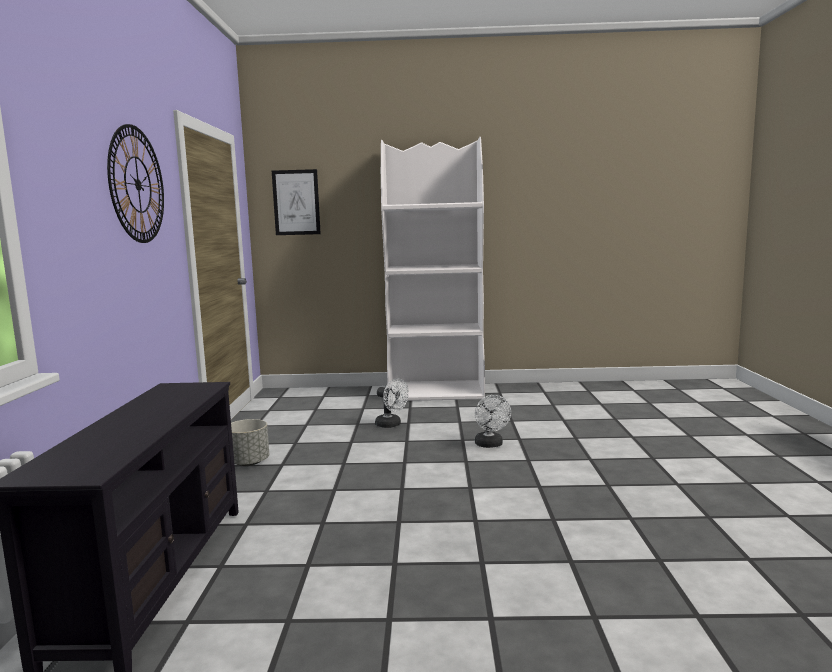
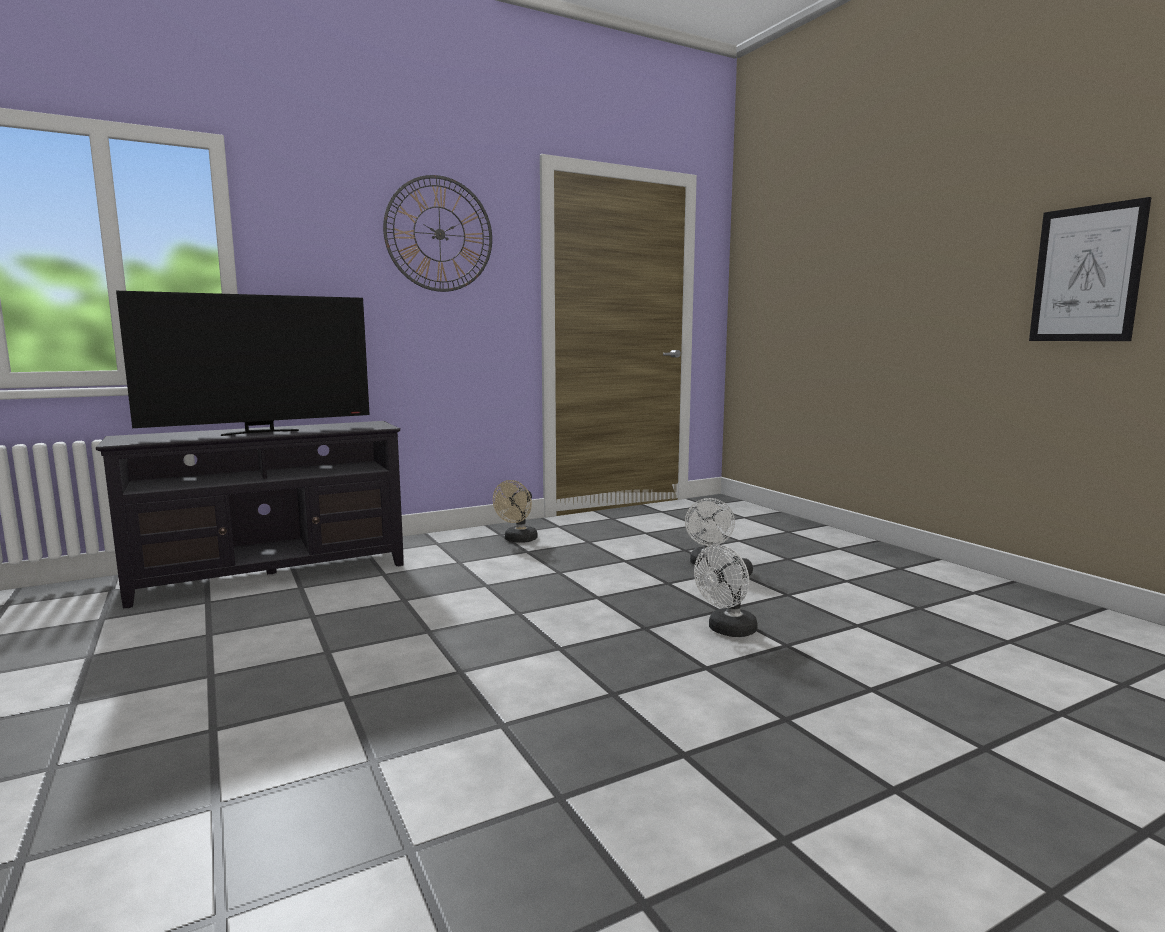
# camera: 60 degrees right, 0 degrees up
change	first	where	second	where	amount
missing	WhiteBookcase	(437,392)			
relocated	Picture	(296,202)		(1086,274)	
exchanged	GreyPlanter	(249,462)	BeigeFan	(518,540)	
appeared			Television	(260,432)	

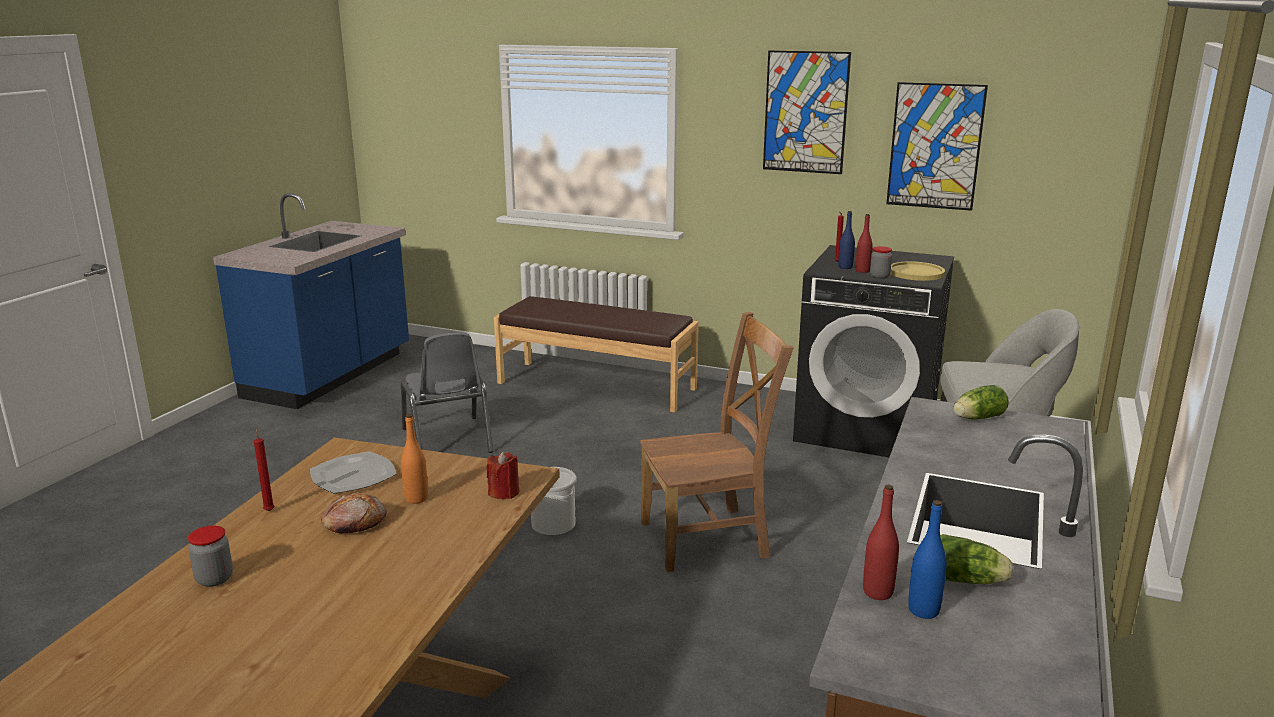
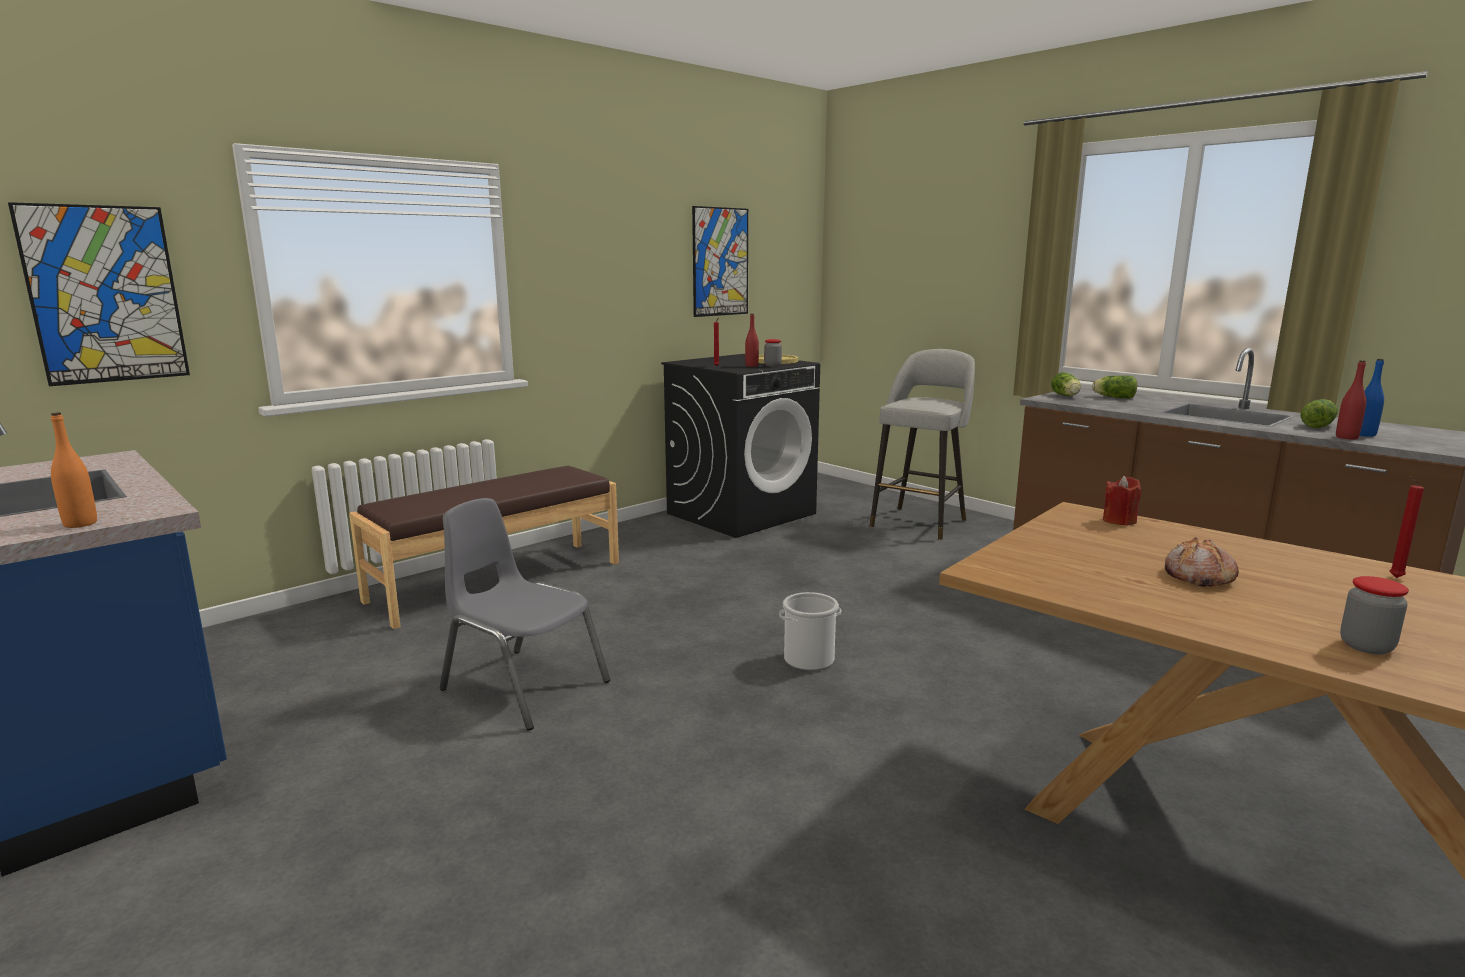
# camera: 65 degrees left, 5 degrees down
change	first	where	second	where	amount
relocated	Picture	(805,112)		(105,295)	
missing	BlueBottle	(845,267)			
missing	BrownChair	(709,538)			
spun	GreyChair	(447,440)		(524,686)	150 degrees counterclockwise
relocated	OrangeBottle	(416,498)		(80,524)	
relocated	RedCandle	(269,510)		(1393,577)	
missing	Plate	(352,476)			
appeared			Lettuce	(1113,397)	

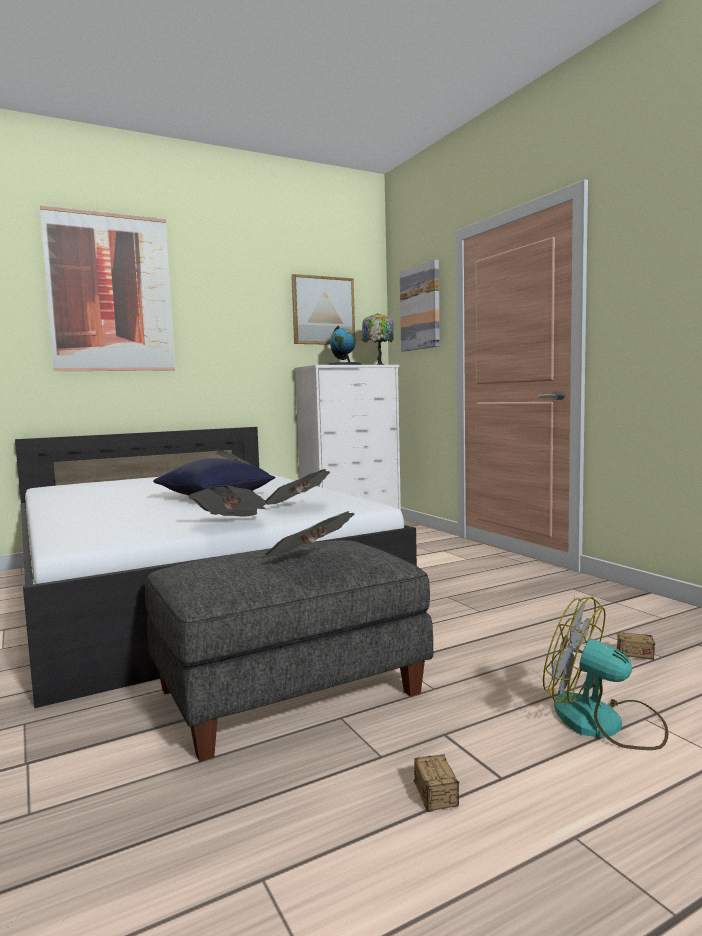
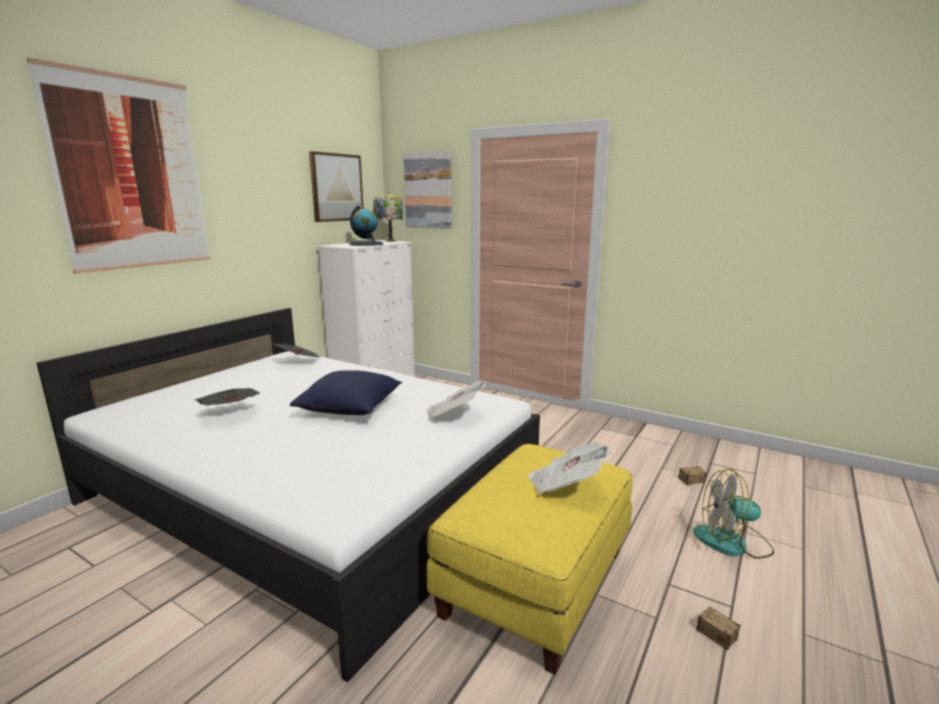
# camera: 30 degrees left, 10 degrees up
change	first	where	second	where	amount
relocated	Newspaper	(232,523)		(230,412)	
colour	GreyOttoman	(289,690)	YellowOttoman	(534,581)	

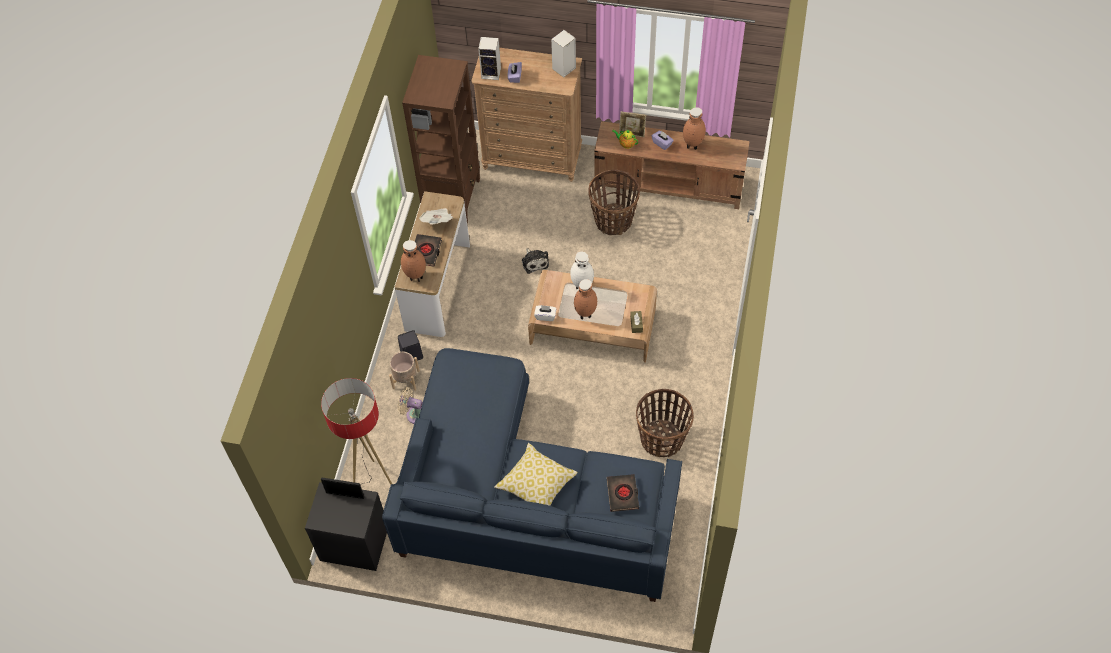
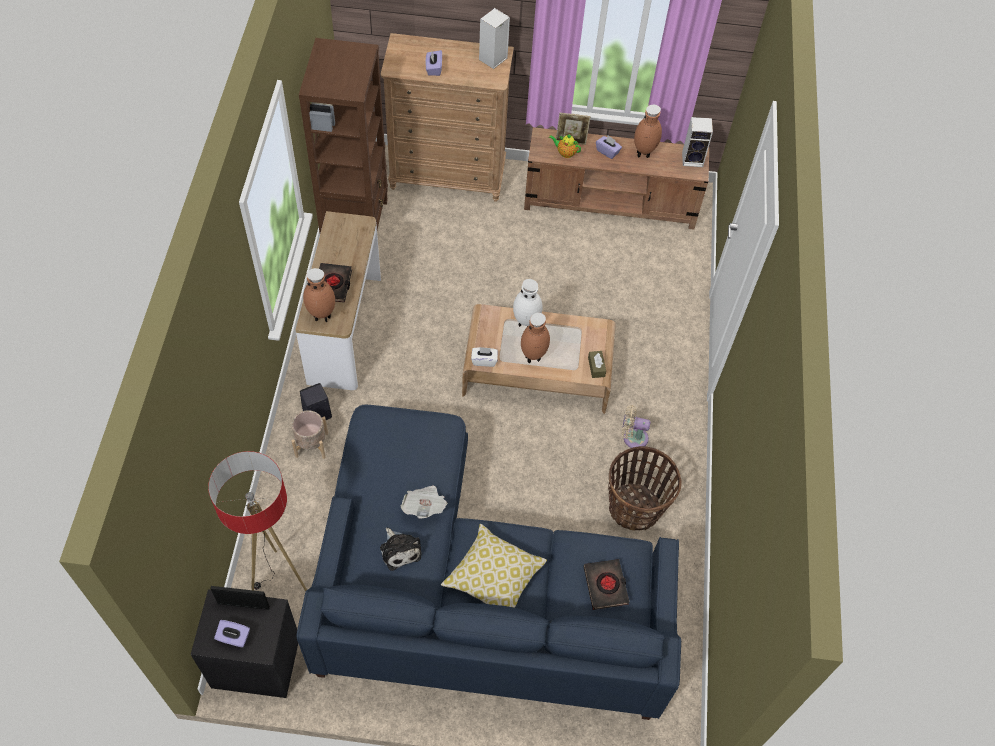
# camera: 10 degrees left, 0 degrees up
change	first	where	second	where	amount
relocated	Speaker	(492,73)		(693,159)	
missing	Basket	(613,220)			
relocated	Newspaper	(437,221)		(424,506)	
relocated	PlushToy	(534,262)		(400,550)	
relocated	BeigeFan	(414,414)		(632,437)	
appeared			PurpleTissueBox	(234,638)	

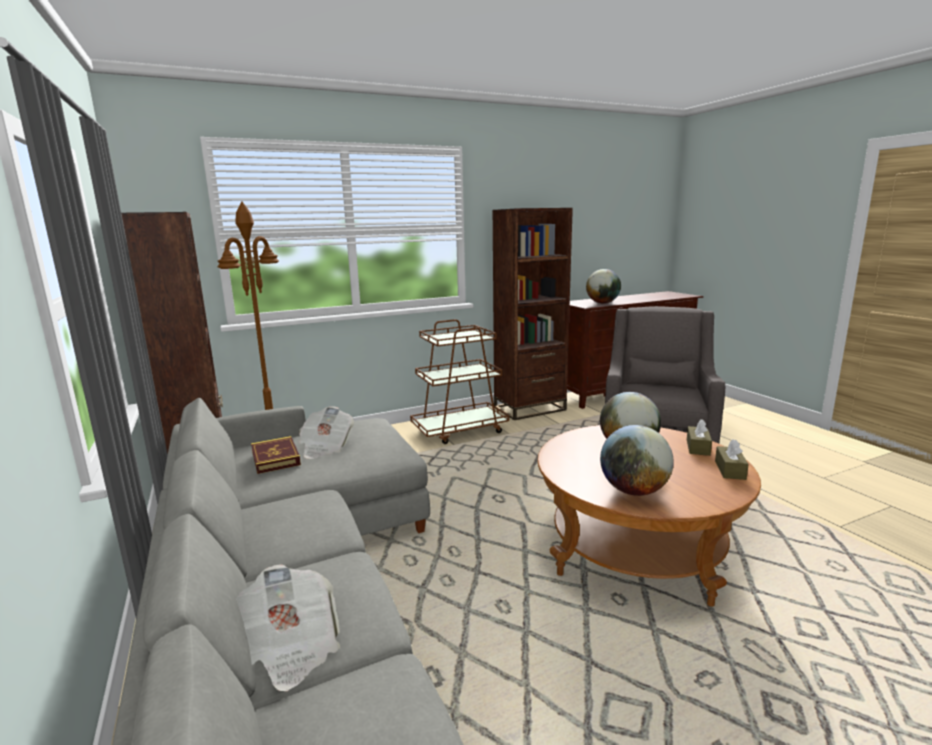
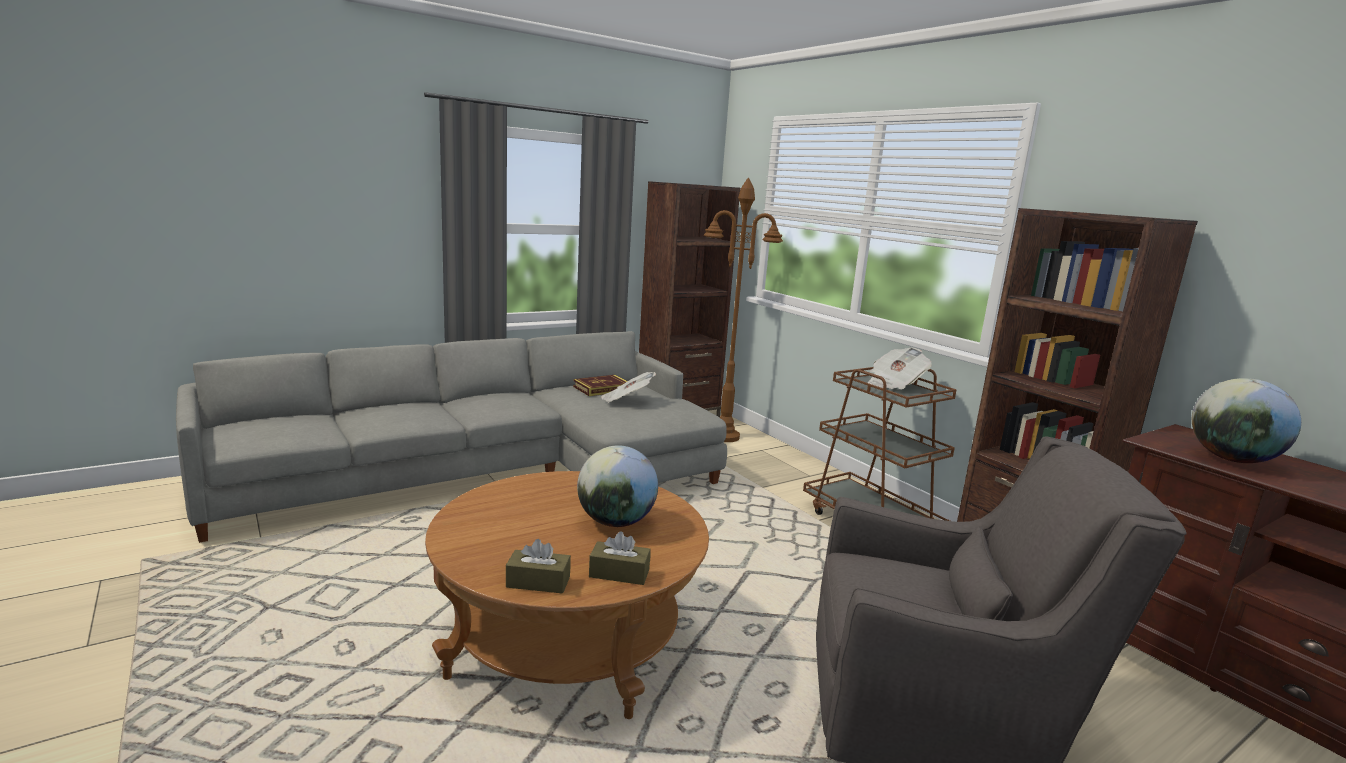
# camera: 80 degrees right, 0 degrees up
change	first	where	second	where	amount
missing	Globe	(634,491)			
relocated	Newspaper	(290,647)		(894,384)	

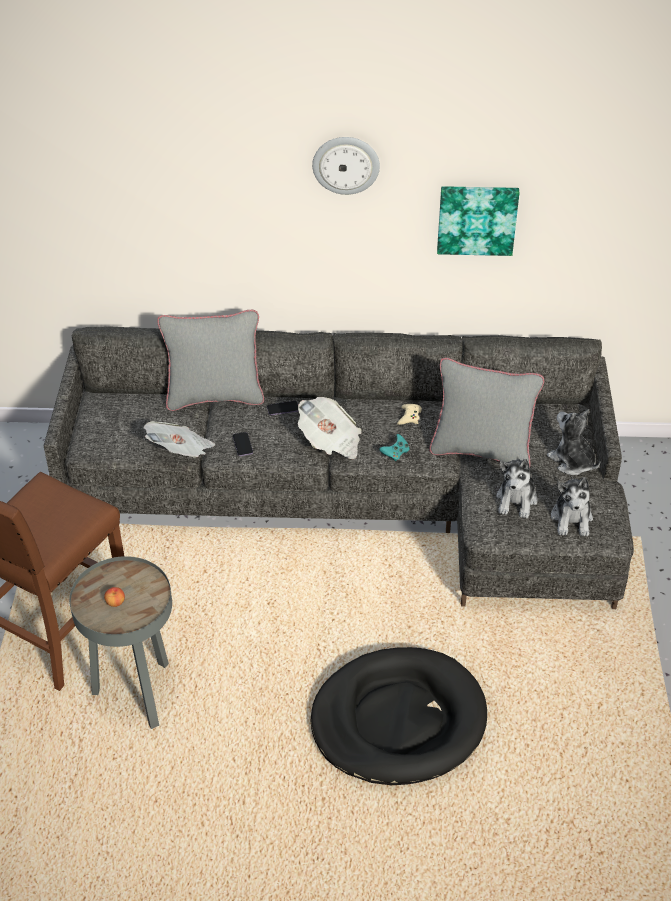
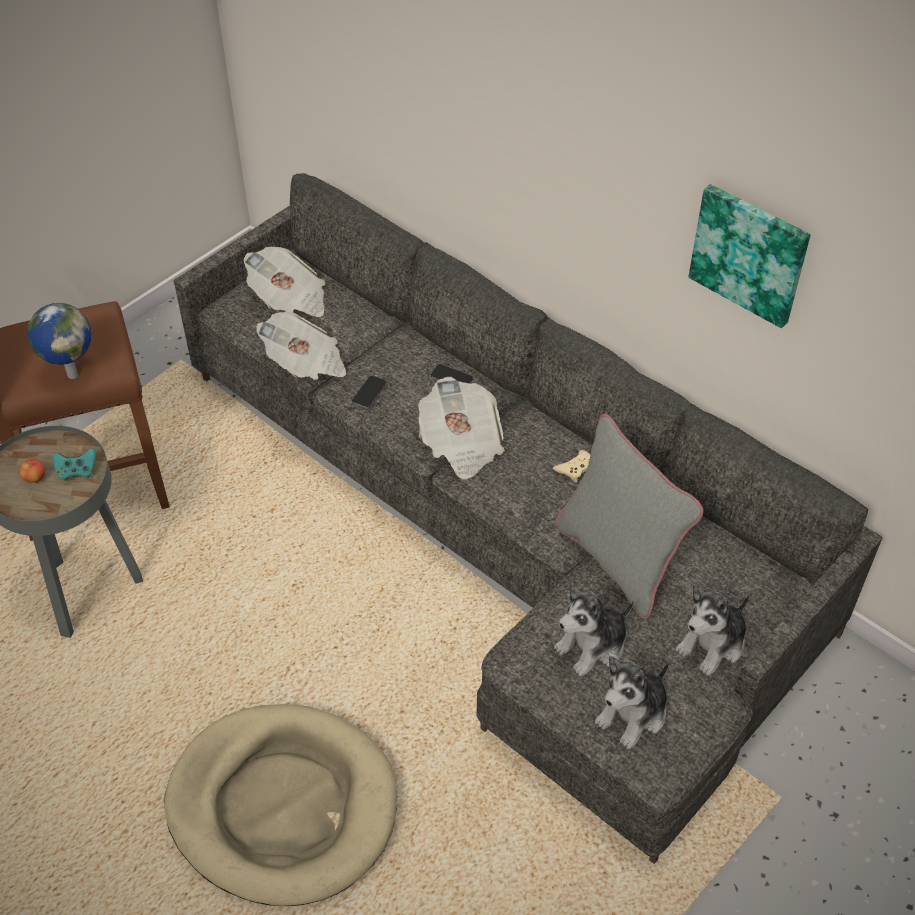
# camera: 40 degrees right, 5 degrees up
change	first	where	second	where	amount
missing	WallClock	(346,164)			
missing	GreyPillow	(214,396)			
spun	PlushToy	(572,462)		(712,644)	135 degrees counterclockwise
relocated	TurquoiseGameController	(395,453)		(76,471)	
colour	BlackDogBed	(398,720)	BeigeDogBed	(283,806)	
appeared			Newspaper	(289,300)	
appeared			Globe	(72,374)	

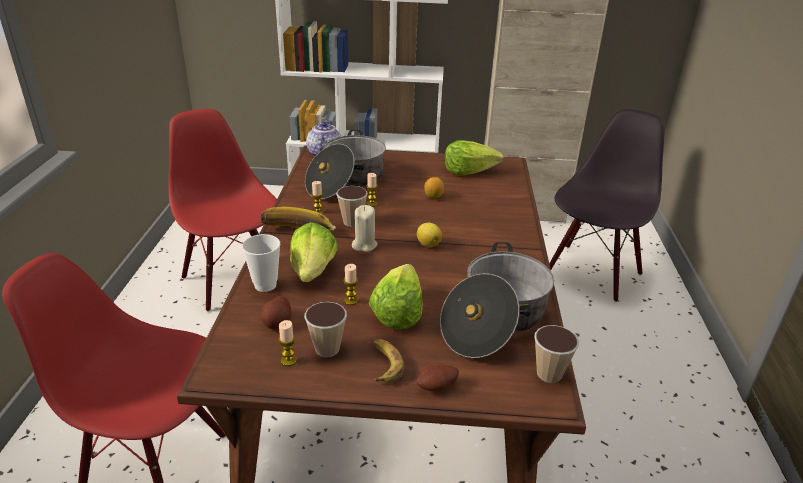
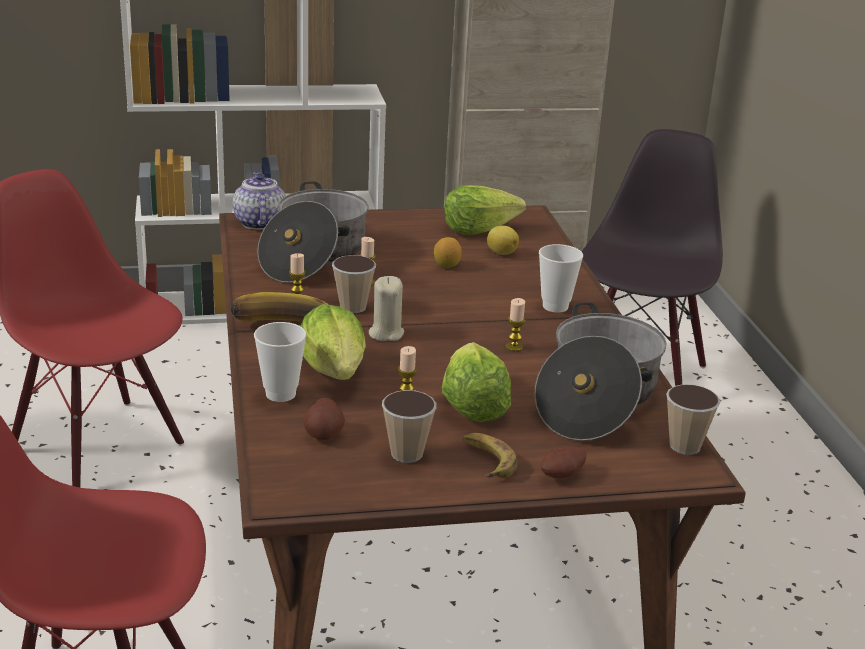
# camera: 15 degrees left, 5 degrees down
change	first	where	second	where	amount
relocated	Lemon	(428,244)		(501,252)	
relocated	Candle	(288,360)		(514,347)	
appeared			Cup	(555,306)	

